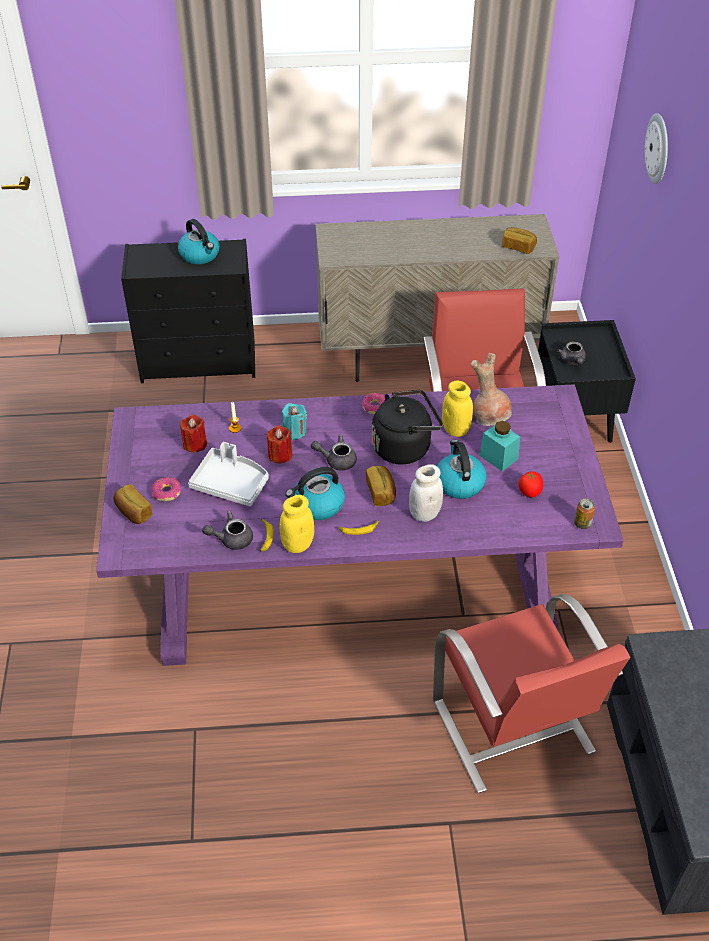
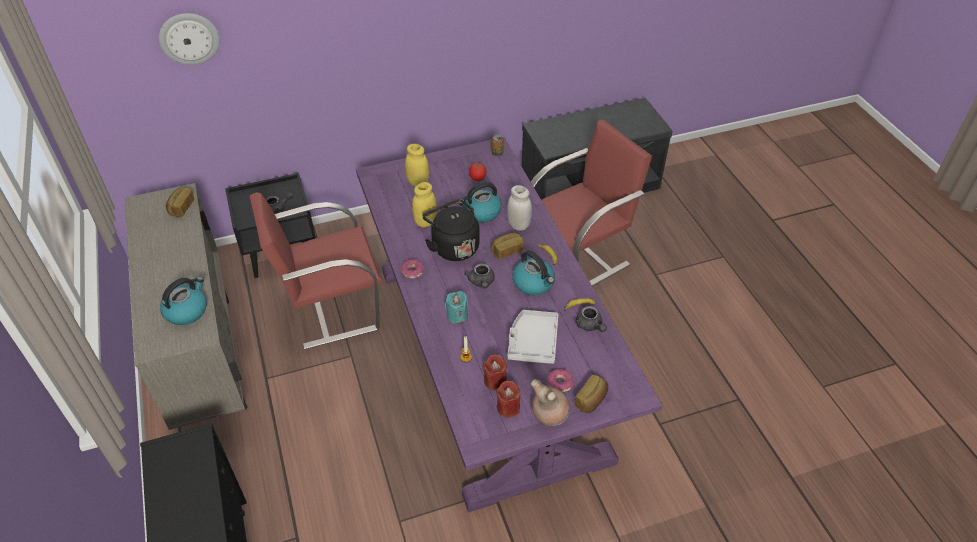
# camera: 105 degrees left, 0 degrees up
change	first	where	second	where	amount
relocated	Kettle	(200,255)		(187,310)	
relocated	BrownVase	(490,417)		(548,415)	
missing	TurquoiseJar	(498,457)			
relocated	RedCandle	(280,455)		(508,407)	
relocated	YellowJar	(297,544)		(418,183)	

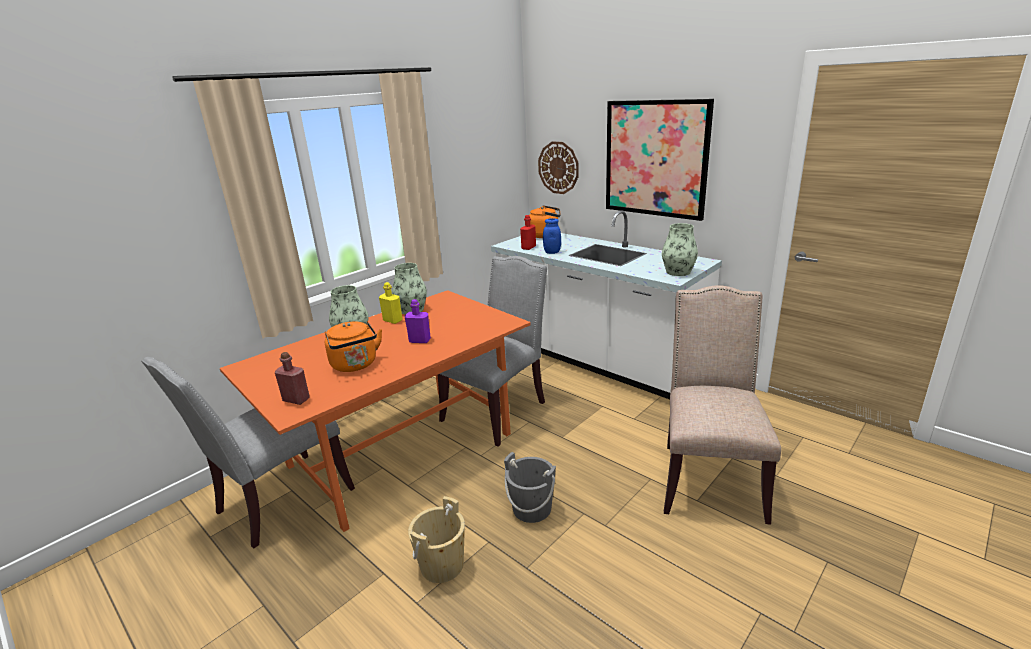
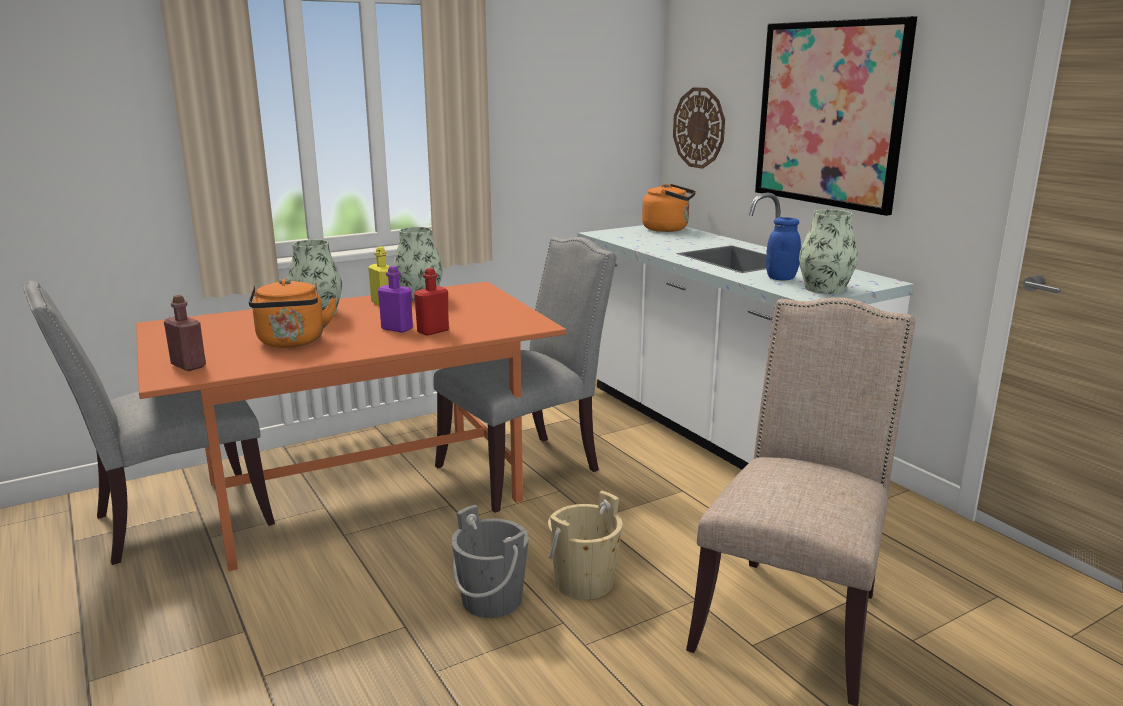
# camera: 15 degrees right, 5 degrees down
change	first	where	second	where	amount
relocated	RedBottle	(528,247)		(433,331)	
relocated	BlueJar	(552,252)		(781,278)	
relocated	BeigeBucket	(442,565)		(584,582)	

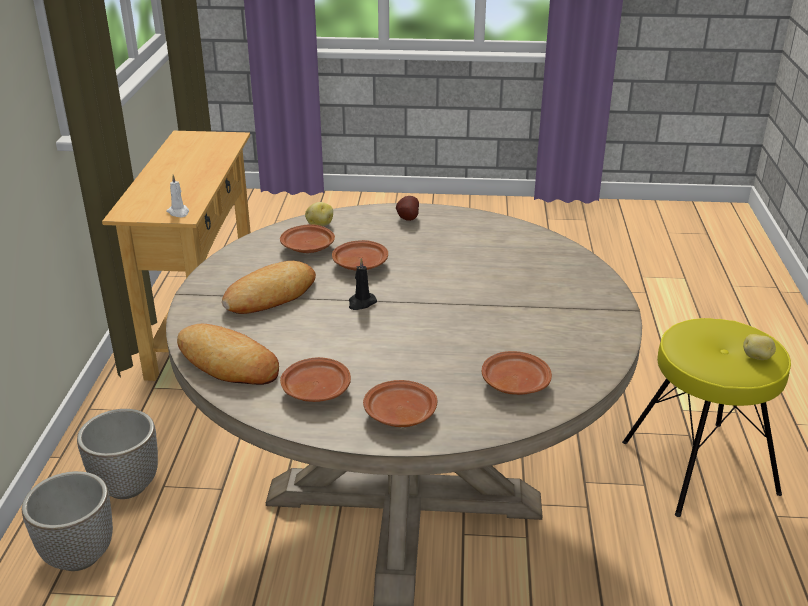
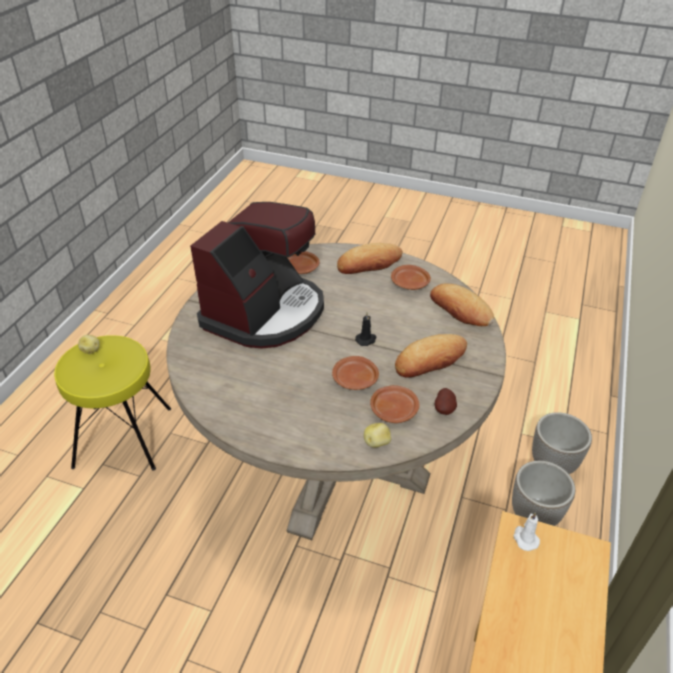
# camera: 165 degrees left, 10 degrees up
change	first	where	second	where	amount
relocated	Potato	(407,218)		(445,409)	
exchanged	BrownPlate	(399,414)	Bread	(369,263)	
appeared			CoffeeMachine	(265,312)	

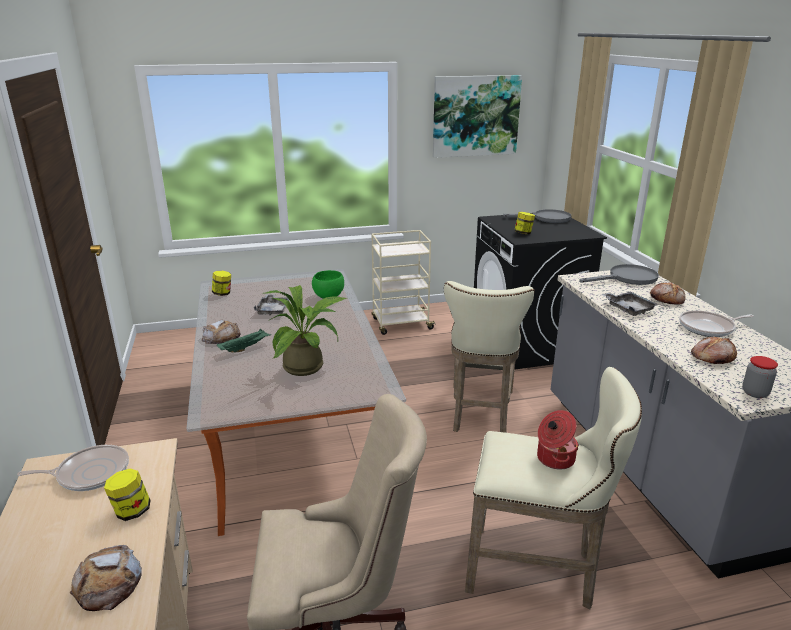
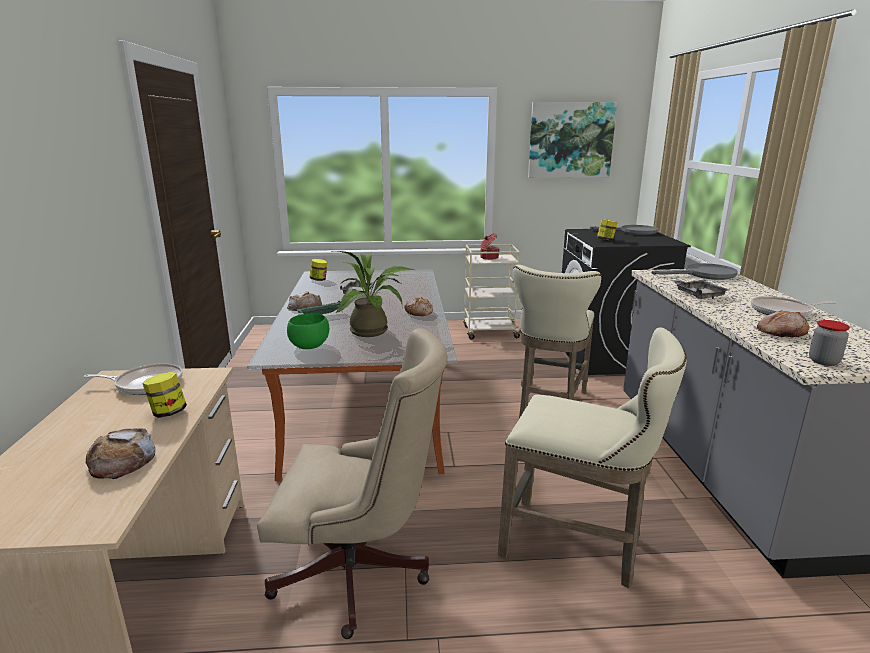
# camera: 10 degrees right, 5 degrees down
change	first	where	second	where	amount
relocated	GreenBowl	(328,296)		(309,346)	
relocated	Bread	(667,299)		(419,312)	
relocated	CookingPot	(554,458)		(488,257)	

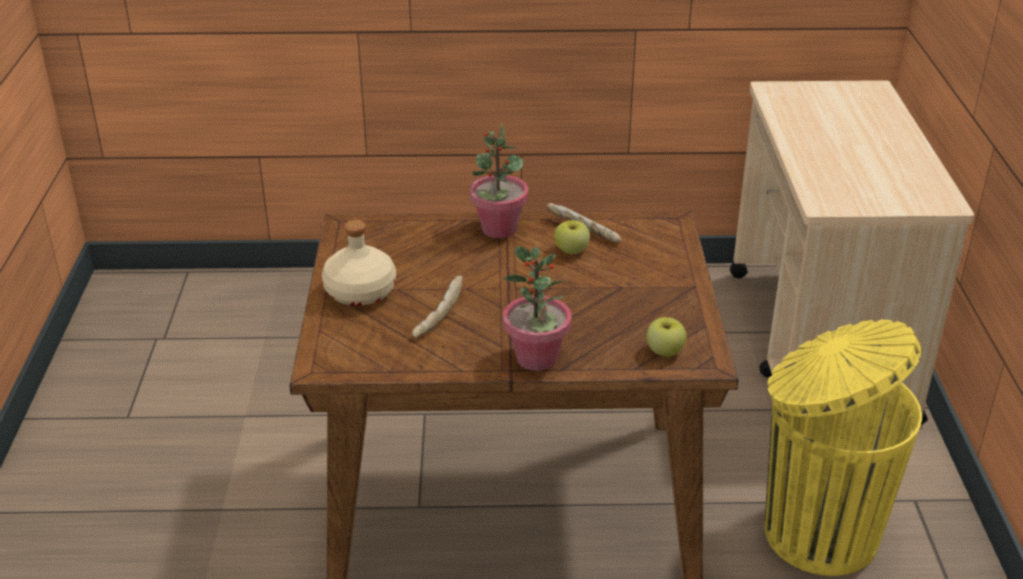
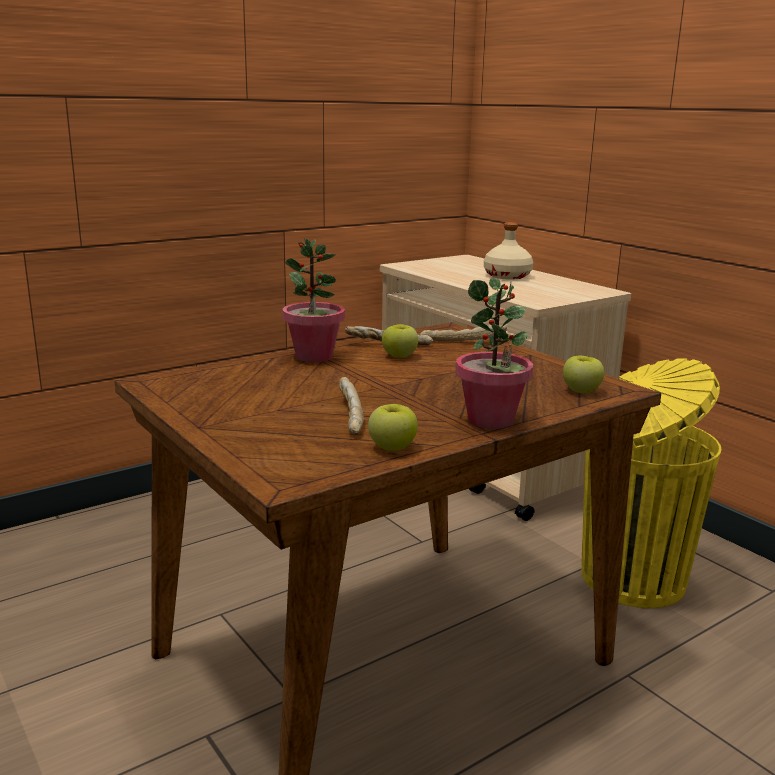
# camera: 35 degrees left, 15 degrees down
change	first	where	second	where	amount
relocated	BeigeBottle	(359,292)		(507,276)	
appeared			Bread	(462,341)	
appeared			Apple	(392,447)	

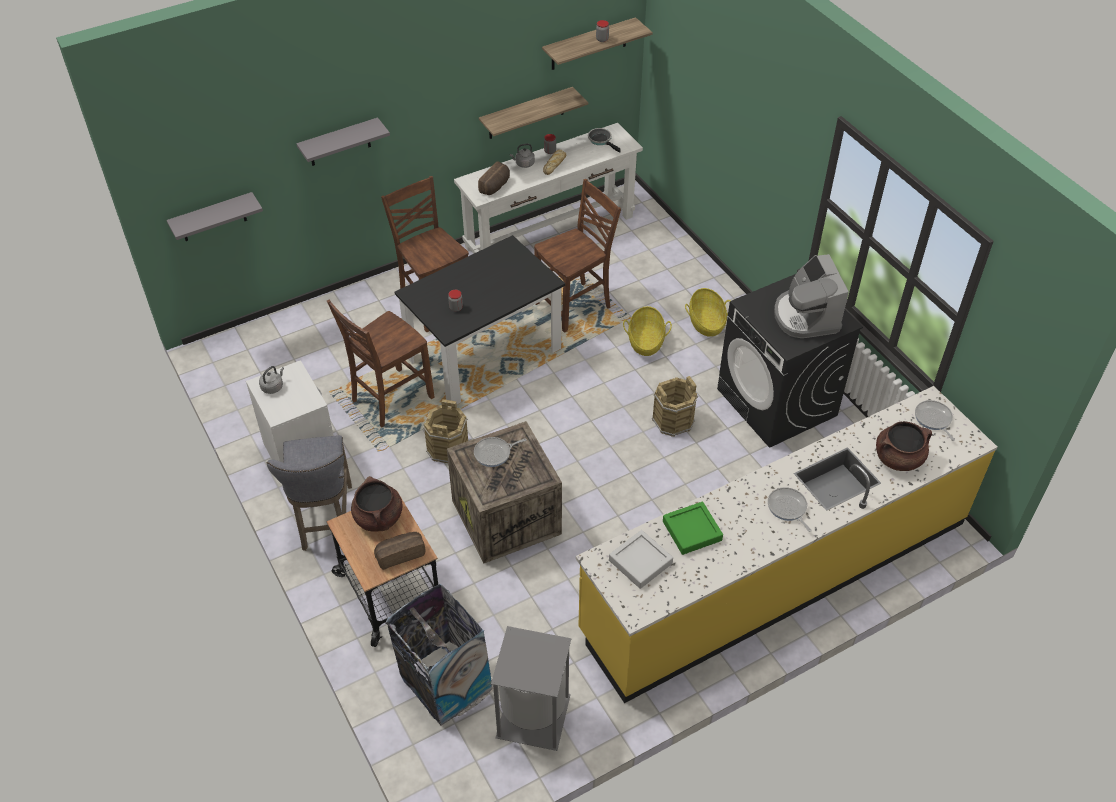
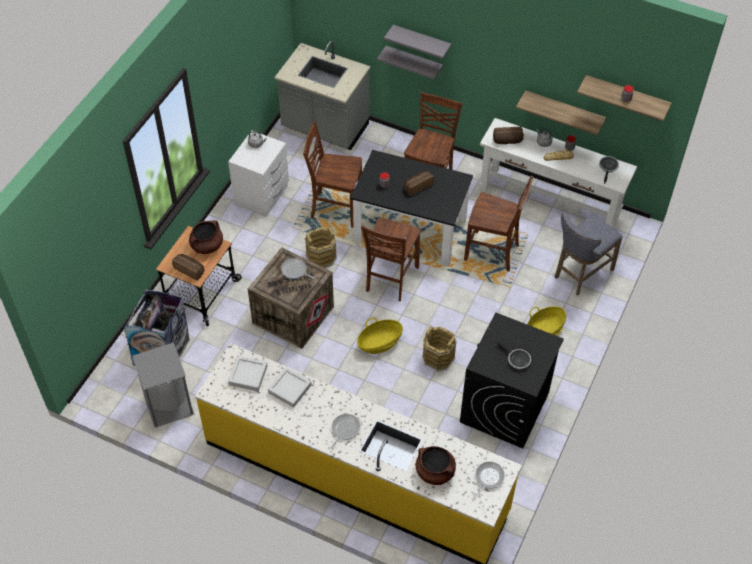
# camera: 55 degrees right, 5 degrees up
change	first	where	second	where	amount
relocated	GreyShelf	(213,218)		(413,63)	
exchanged	CoffeeMachine	(805,317)	FryingPan	(517,360)	
relocated	Basket	(646,341)		(379,343)	
relocated	GreyStool	(325,521)		(580,274)	
colour	GreenTray	(692,531)	GreyTray	(289,389)	
appeared			GreyCounter	(324,128)	
appeared			Bread	(417,186)	
appeared			BrownChair	(390,279)	

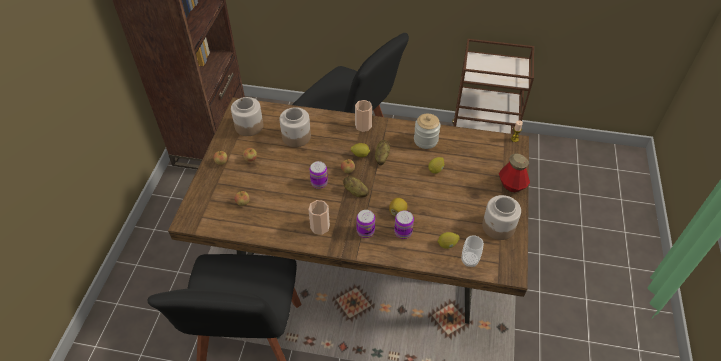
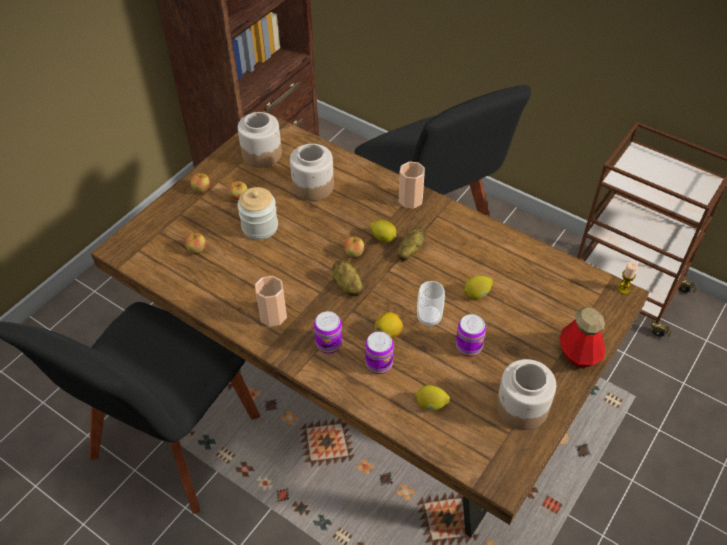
# camera: 25 degrees right, 0 degrees up
change	first	where	second	where	amount
relocated	Jar	(425,140)		(260,227)	
relocated	Can	(319,183)		(468,346)	
relocated	Cup	(469,260)		(429,318)	

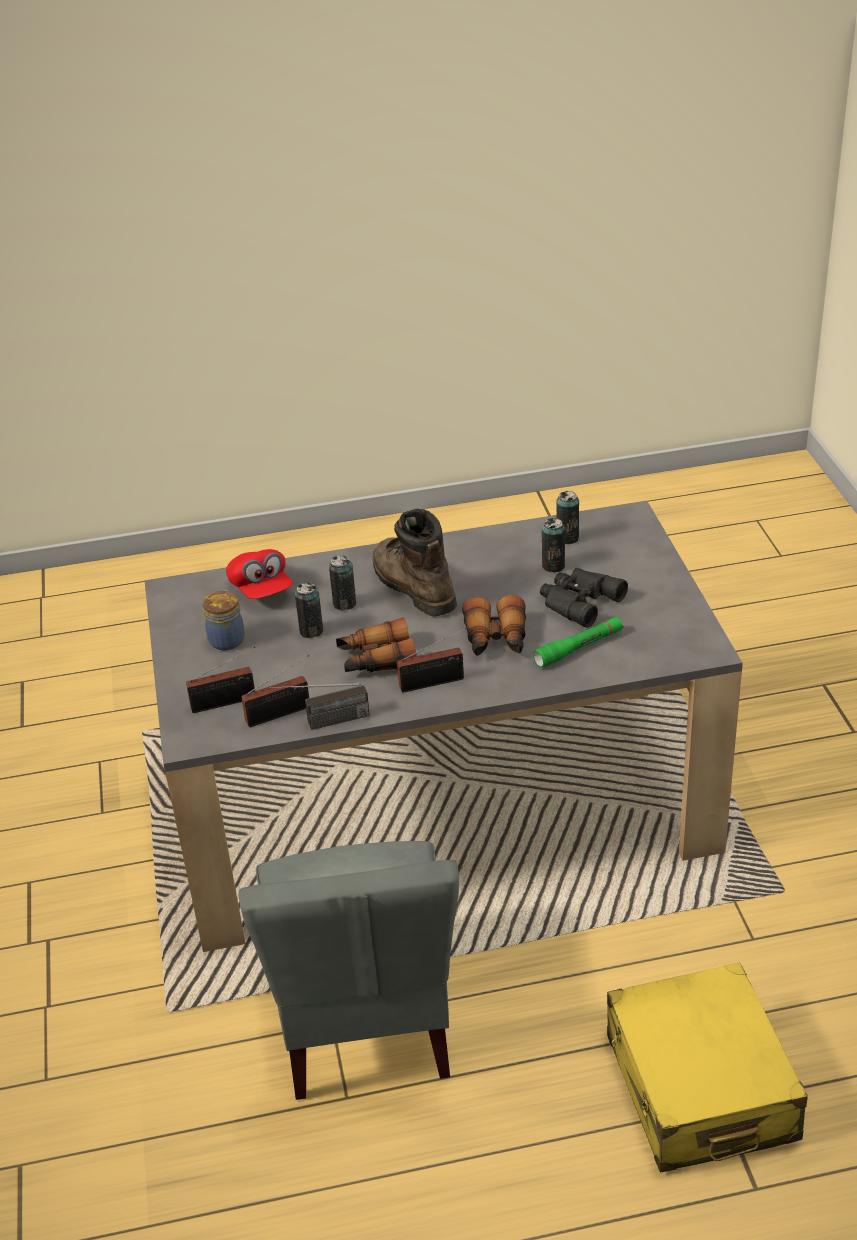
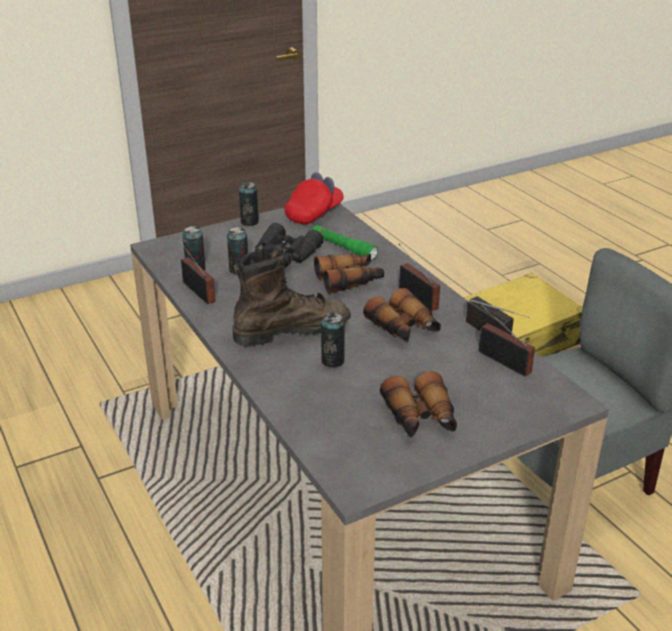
# camera: 110 degrees left, 5 degrees down
change	first	where	second	where	amount
spun	BrownBoot	(412,586)		(291,330)	150 degrees counterclockwise
relocated	RedCap	(261,589)		(314,213)	
relocated	Can	(311,631)		(249,222)	
exchanged	Jar	(227,639)	Binoculars	(421,419)	
relocated	Radio	(227,702)		(198,290)	

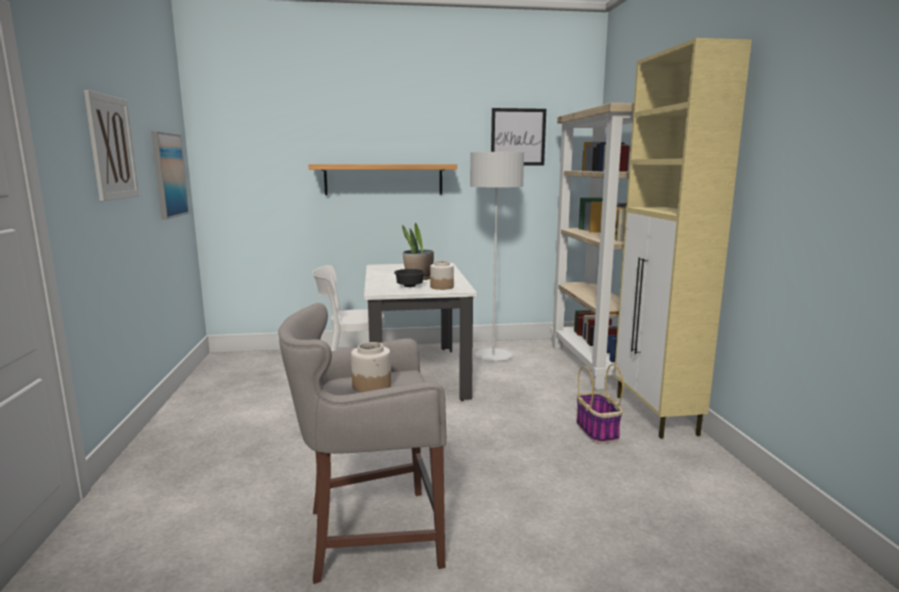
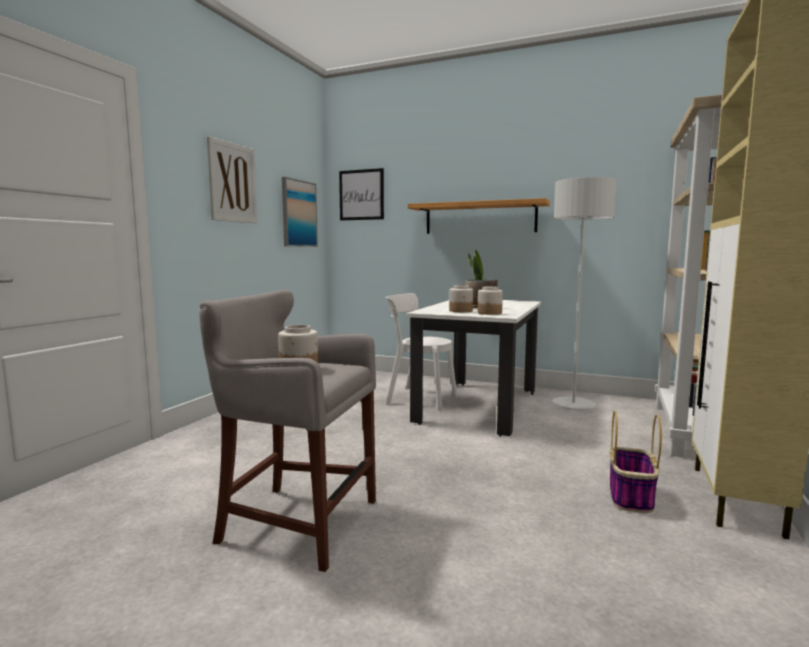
# camera: 30 degrees right, 5 degrees down
change	first	where	second	where	amount
relocated	Picture	(518,137)		(361,195)	
exchanged	BlackBowl	(410,286)	Jar	(461,311)	

